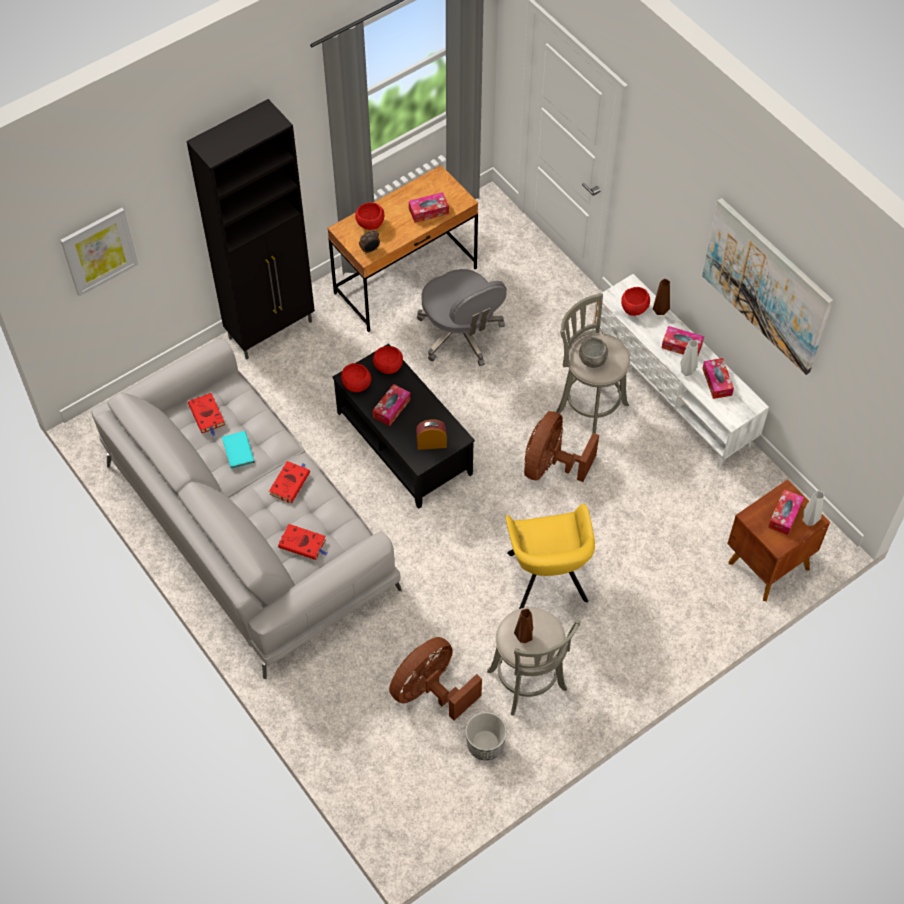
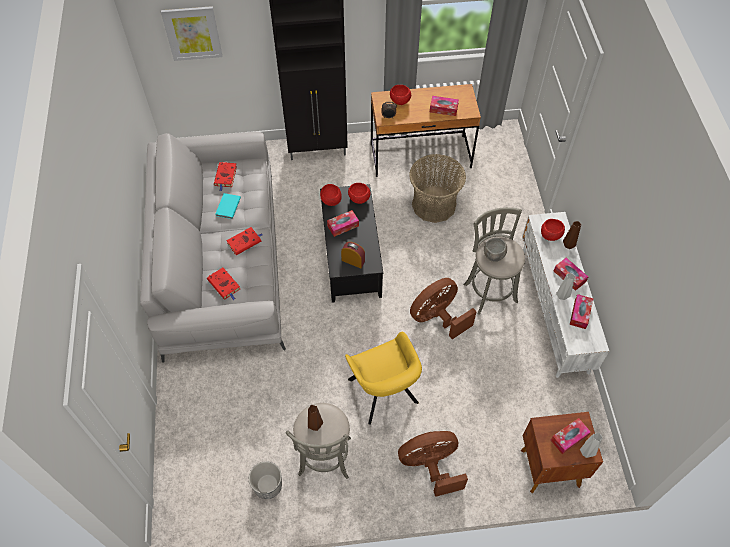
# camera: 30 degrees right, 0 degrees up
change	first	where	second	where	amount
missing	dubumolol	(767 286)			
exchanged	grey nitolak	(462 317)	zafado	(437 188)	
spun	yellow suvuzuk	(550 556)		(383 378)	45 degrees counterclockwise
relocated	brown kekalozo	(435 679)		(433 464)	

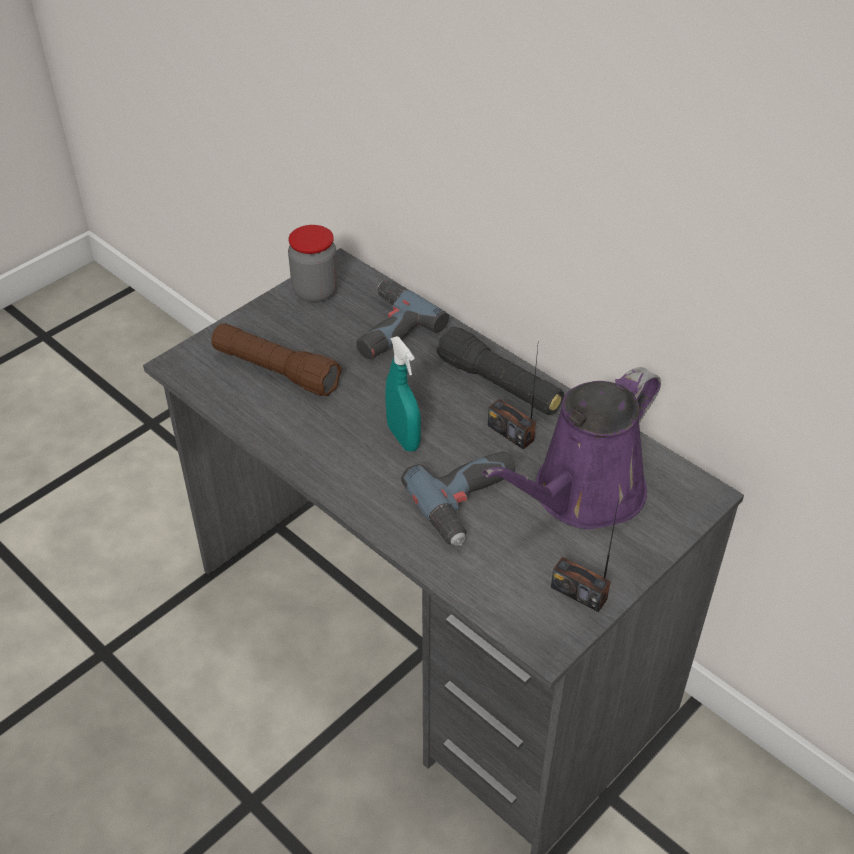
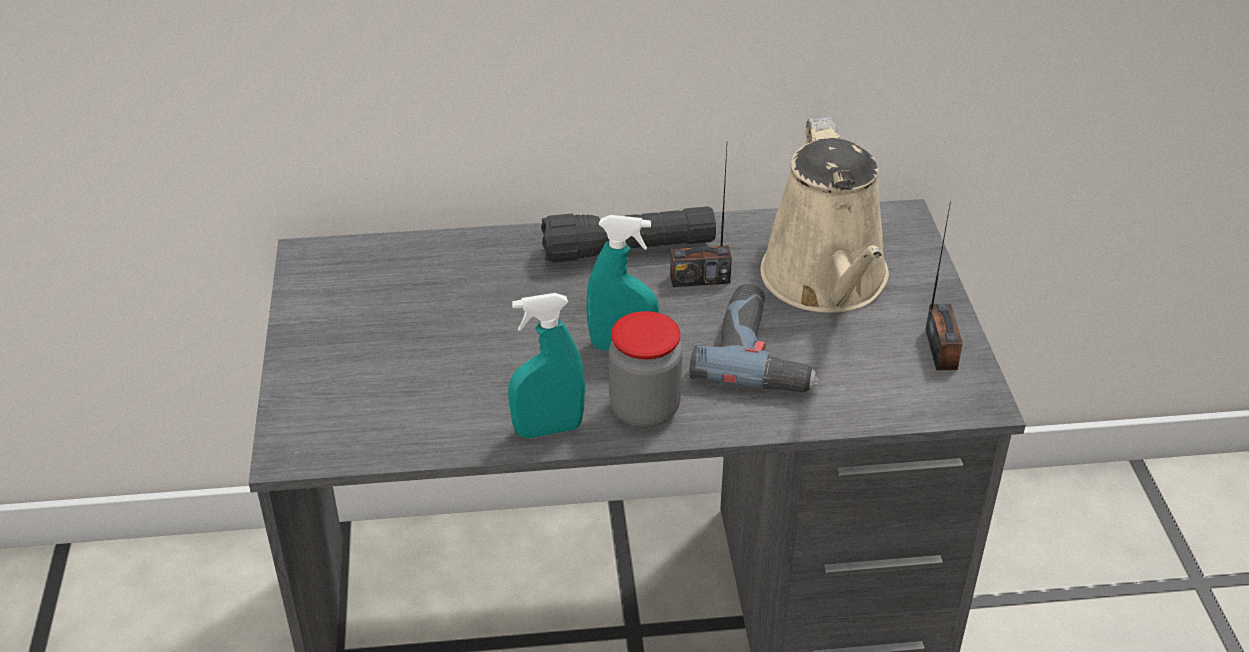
# camera: 50 degrees left, 5 degrees down
change	first	where	second	where	amount
relocated	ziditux	(313 263)		(645 369)	
missing	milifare	(402 319)			
missing	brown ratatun	(276 360)			
colour	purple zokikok	(571 448)	beige zokikok	(824 215)	
spun	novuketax	(584 557)		(944 285)	75 degrees counterclockwise
appeared			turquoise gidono	(546 366)	

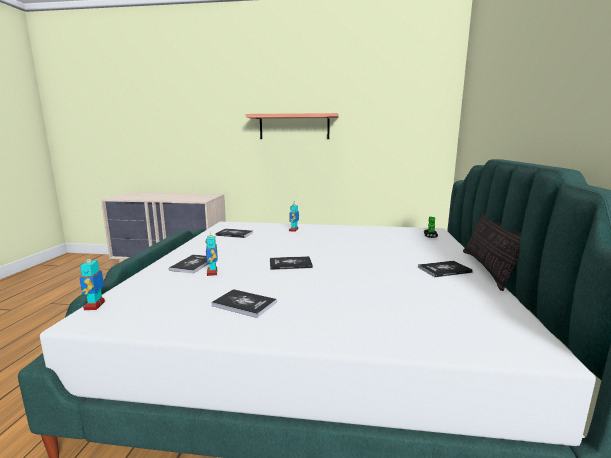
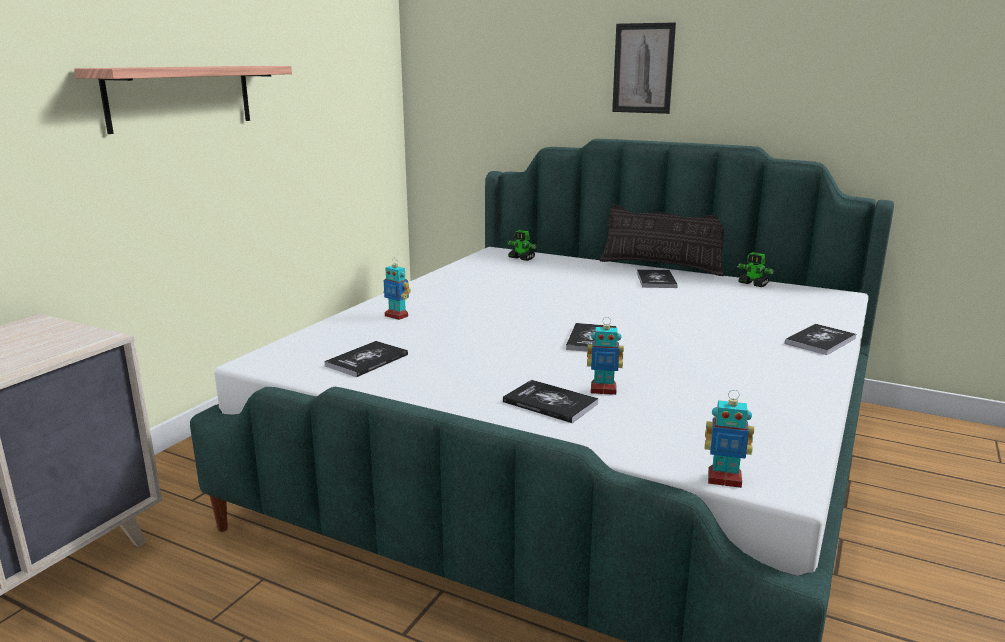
# camera: 70 degrees left, 5 degrees up
change	first	where	second	where	amount
relocated	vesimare	(244 303)		(820 339)	
appeared			dubumolol	(644 68)	
appeared			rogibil	(756 269)	

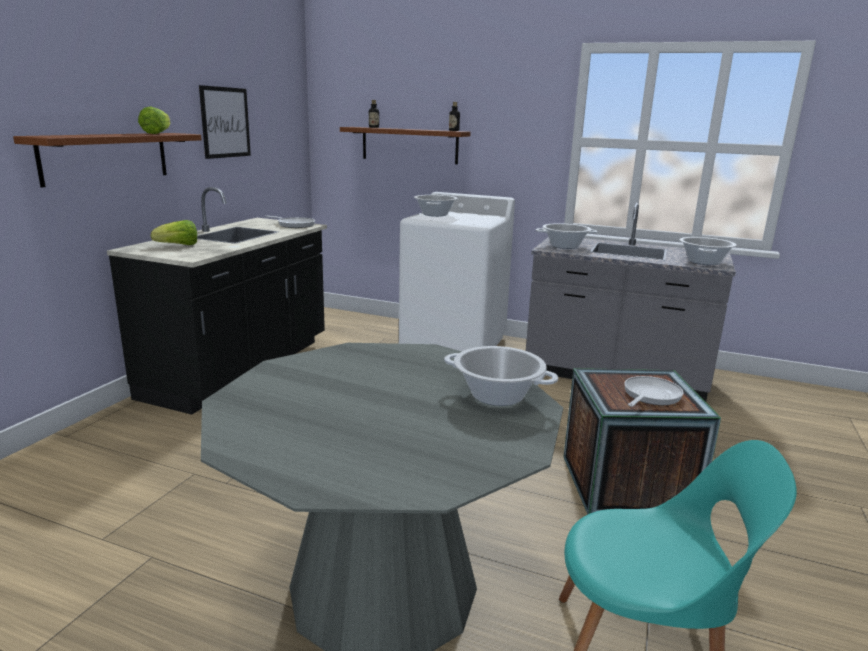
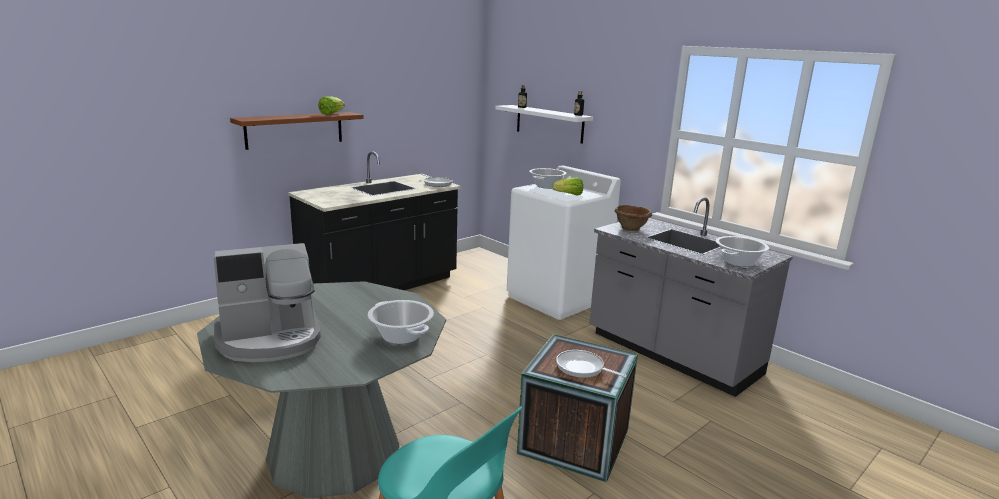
# camera: 25 degrees right, 0 degrees up
change	first	where	second	where	amount
missing	dubumolol	(225 122)			
colour	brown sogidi	(405 145)	white sogidi	(544 124)	
relocated	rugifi	(174 232)		(567 186)	
exchanged	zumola	(566 236)	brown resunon	(633 218)	
spun	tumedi	(653 391)		(591 364)	120 degrees counterclockwise
appeared			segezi	(267 302)	

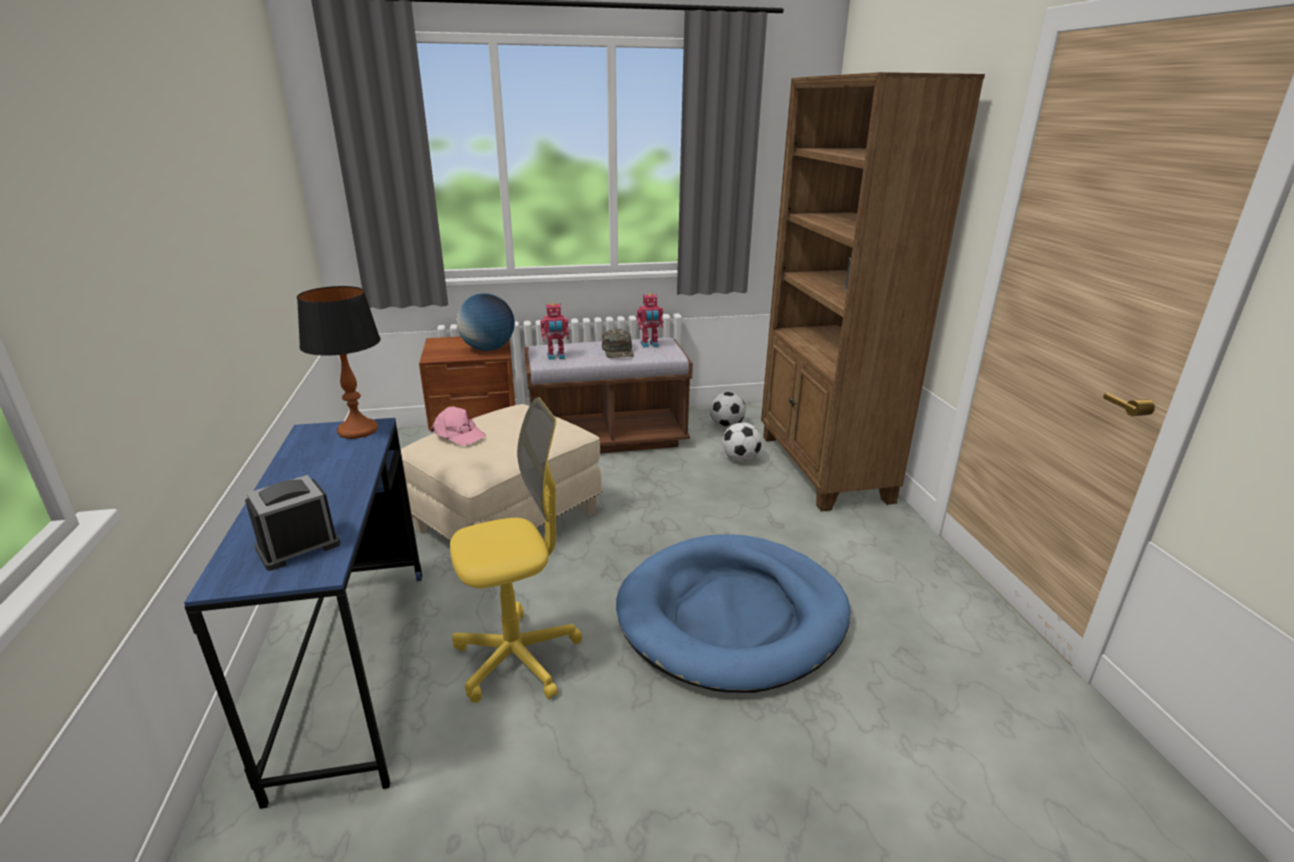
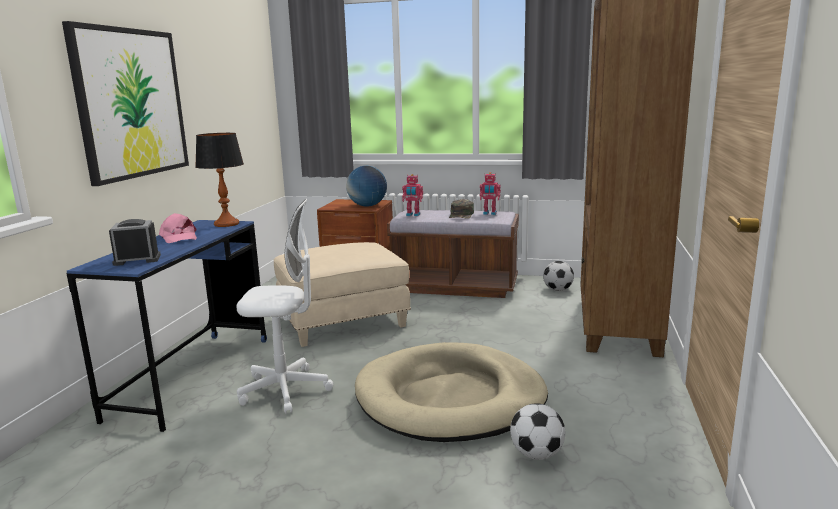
# camera: 25 degrees right, 10 degrees down
change	first	where	second	where	amount
colour	yellow nitolak	(516 550)	white nitolak	(284 306)	
relocated	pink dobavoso	(458 426)		(178 228)	
relocated	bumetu	(742 442)		(537 431)	
colour	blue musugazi	(733 613)	beige musugazi	(451 392)	
appeared			dubumolol	(125 103)	

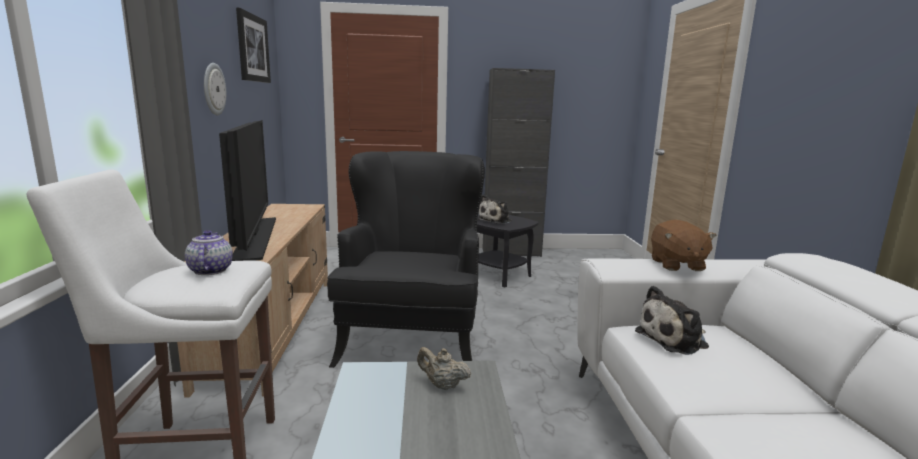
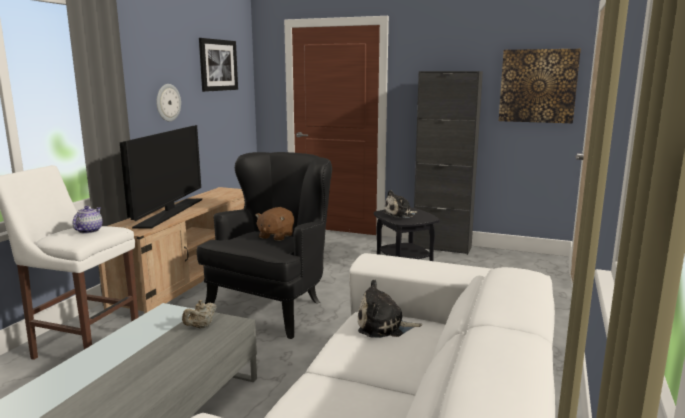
# camera: 25 degrees right, 0 degrees up
change	first	where	second	where	amount
relocated	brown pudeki	(684 245)		(274 224)	
spun	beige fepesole	(444 368)		(199 314)	105 degrees counterclockwise
appeared			dubumolol	(540 86)	

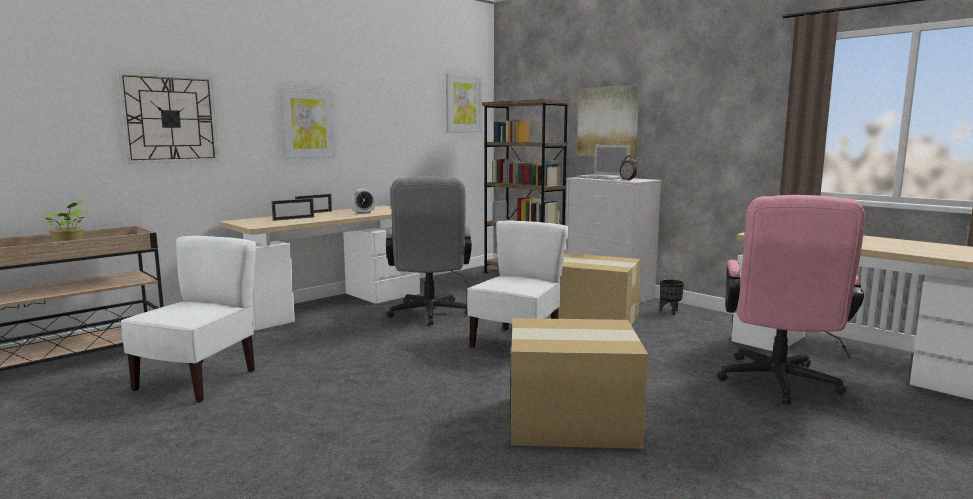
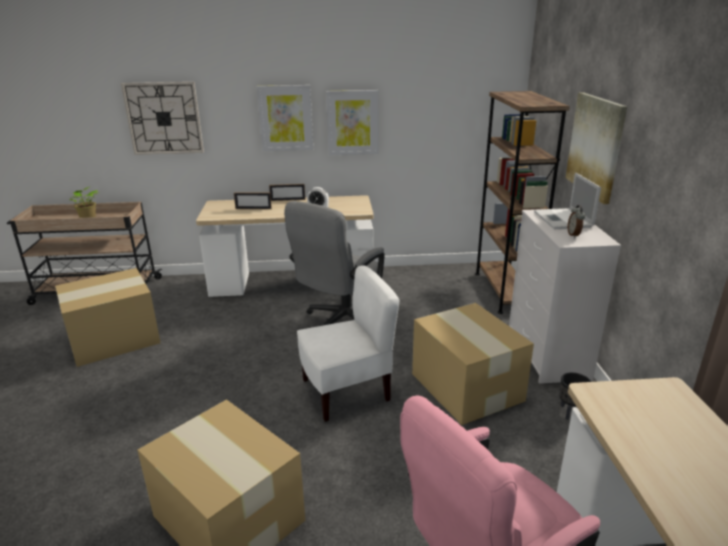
# camera: 40 degrees right, 15 degrees up
change	first	where	second	where	amount
relocated	dubumolol	(464 102)		(352 122)	
exchanged	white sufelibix	(188 319)	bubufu	(108 317)	

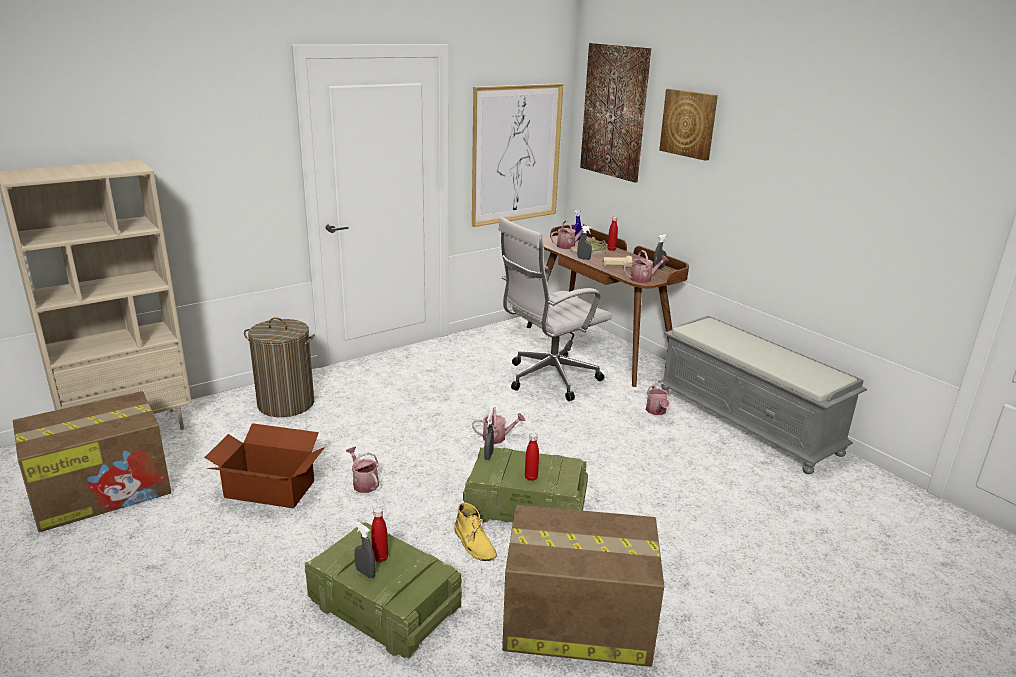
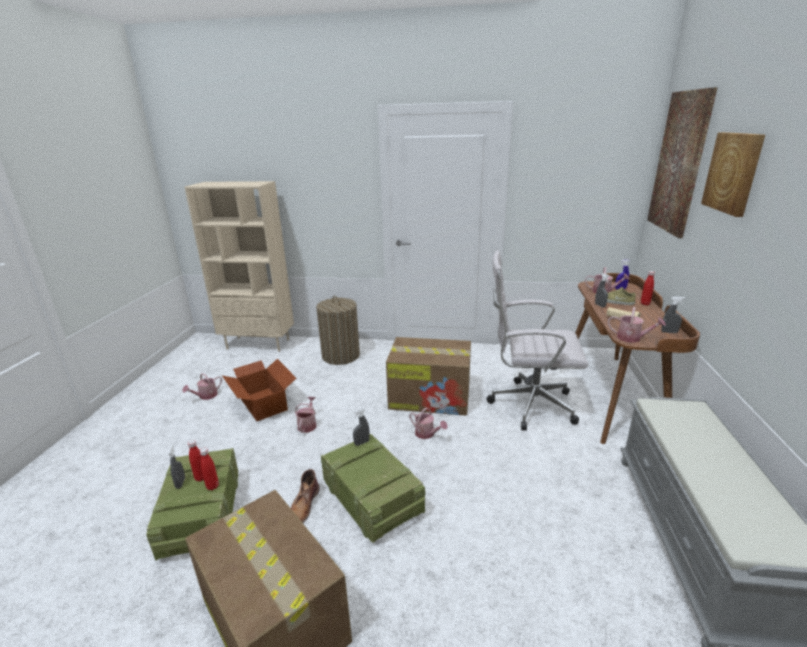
# camera: 45 degrees right, 0 degrees up
change	first	where	second	where	amount
missing	dubumolol	(517 155)			
relocated	zokikok	(658 399)		(202 386)	
relocated	bubufu	(92 461)		(428 376)	
relocated	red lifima	(532 457)		(209 469)	
colour	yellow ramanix	(475 531)	brown ramanix	(305 496)	

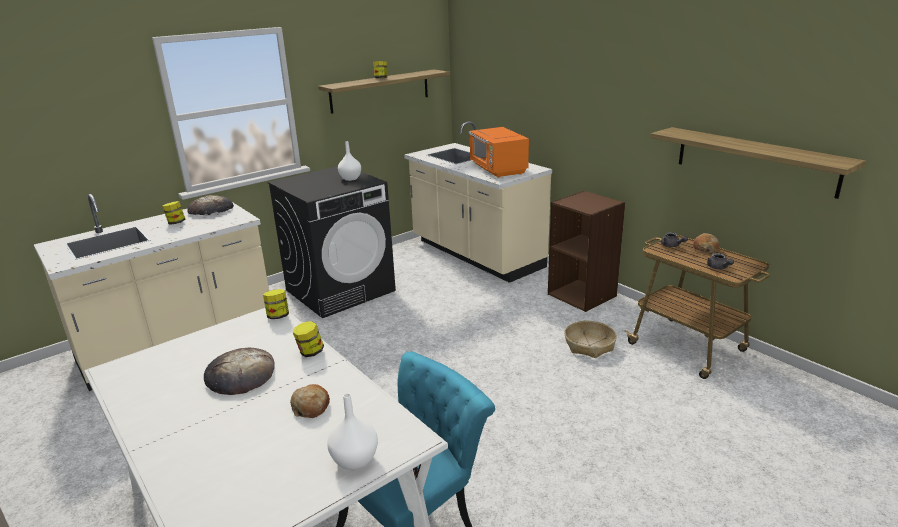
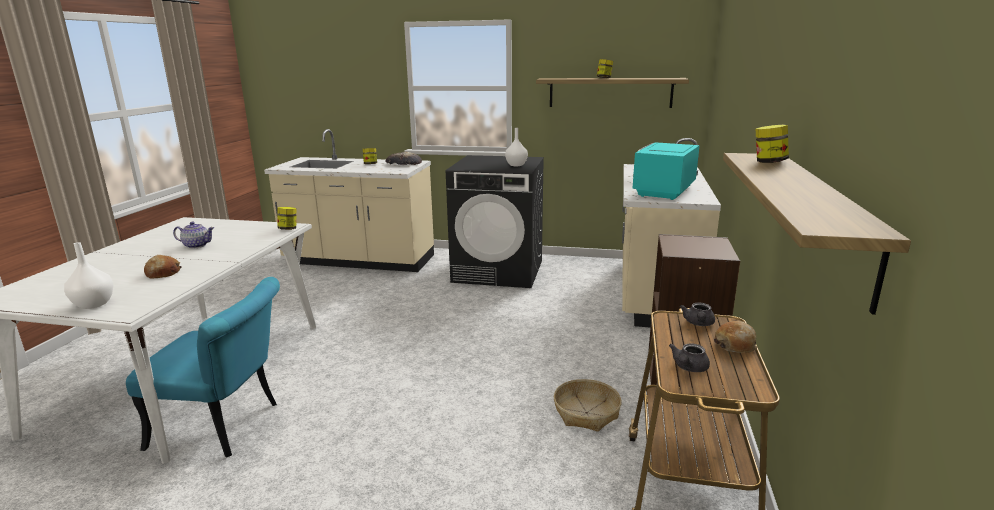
# camera: 50 degrees right, 5 degrees down
change	first	where	second	where	amount
colour	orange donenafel	(499 152)	turquoise donenafel	(666 171)	
relocated	ziditux	(308 339)		(772 143)	
exchanged	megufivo	(239 371)	fepesole	(193 235)	

